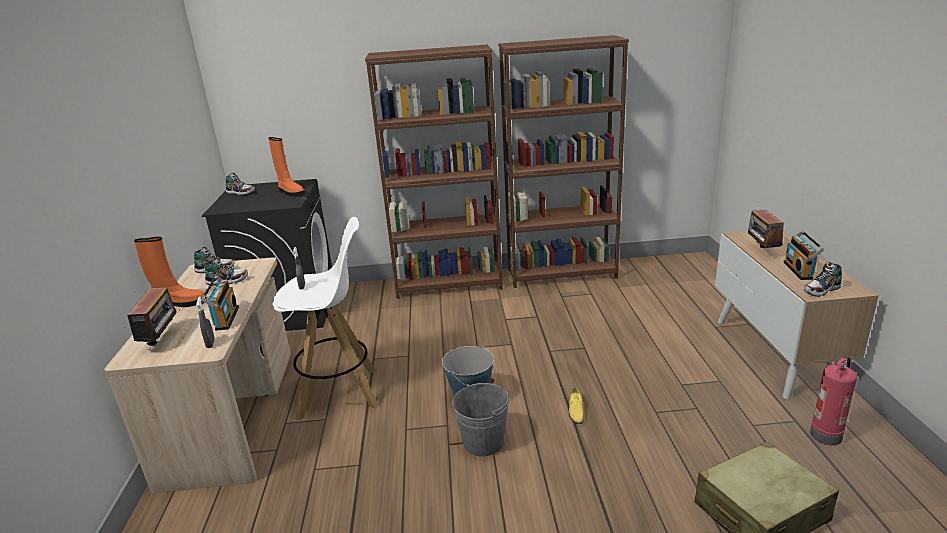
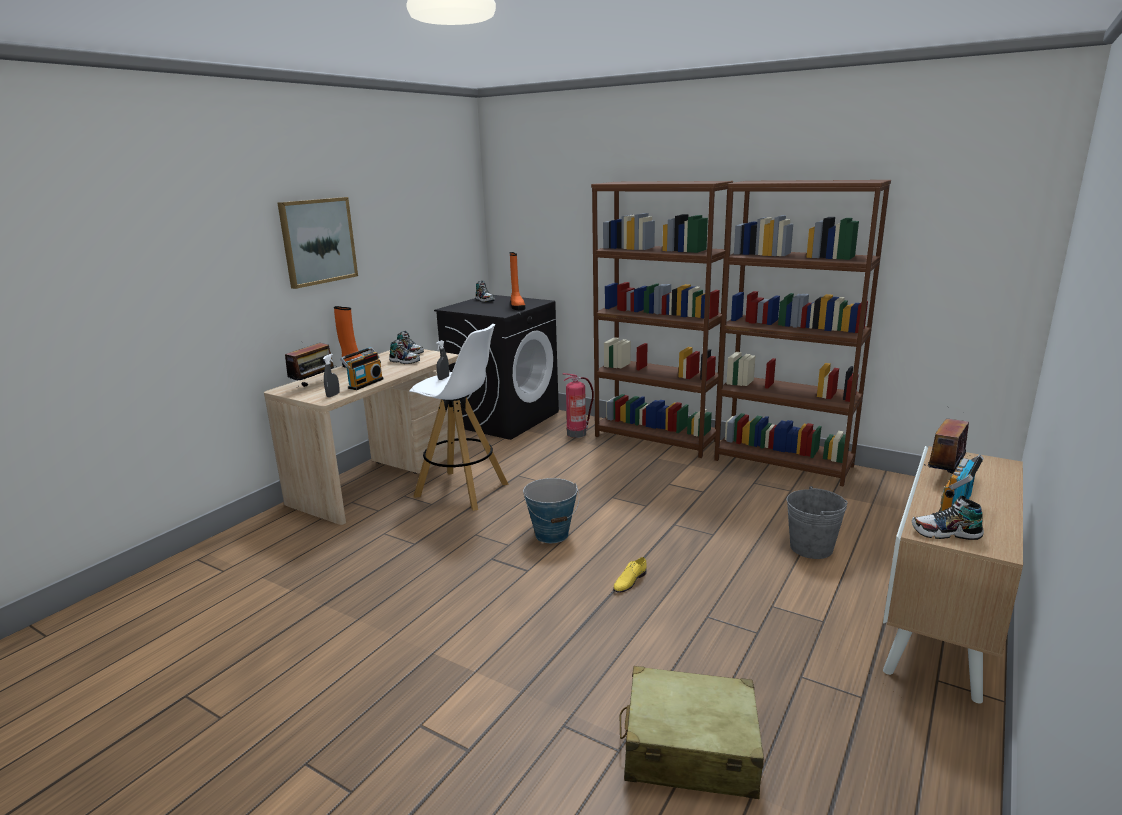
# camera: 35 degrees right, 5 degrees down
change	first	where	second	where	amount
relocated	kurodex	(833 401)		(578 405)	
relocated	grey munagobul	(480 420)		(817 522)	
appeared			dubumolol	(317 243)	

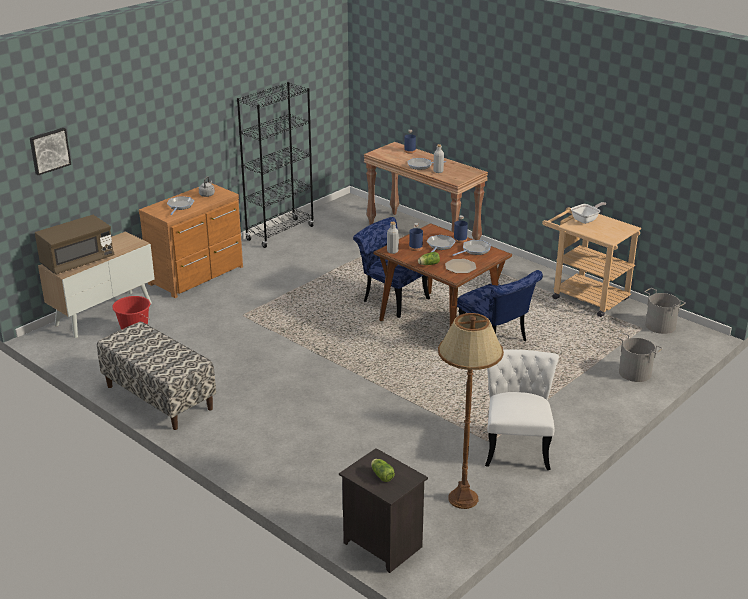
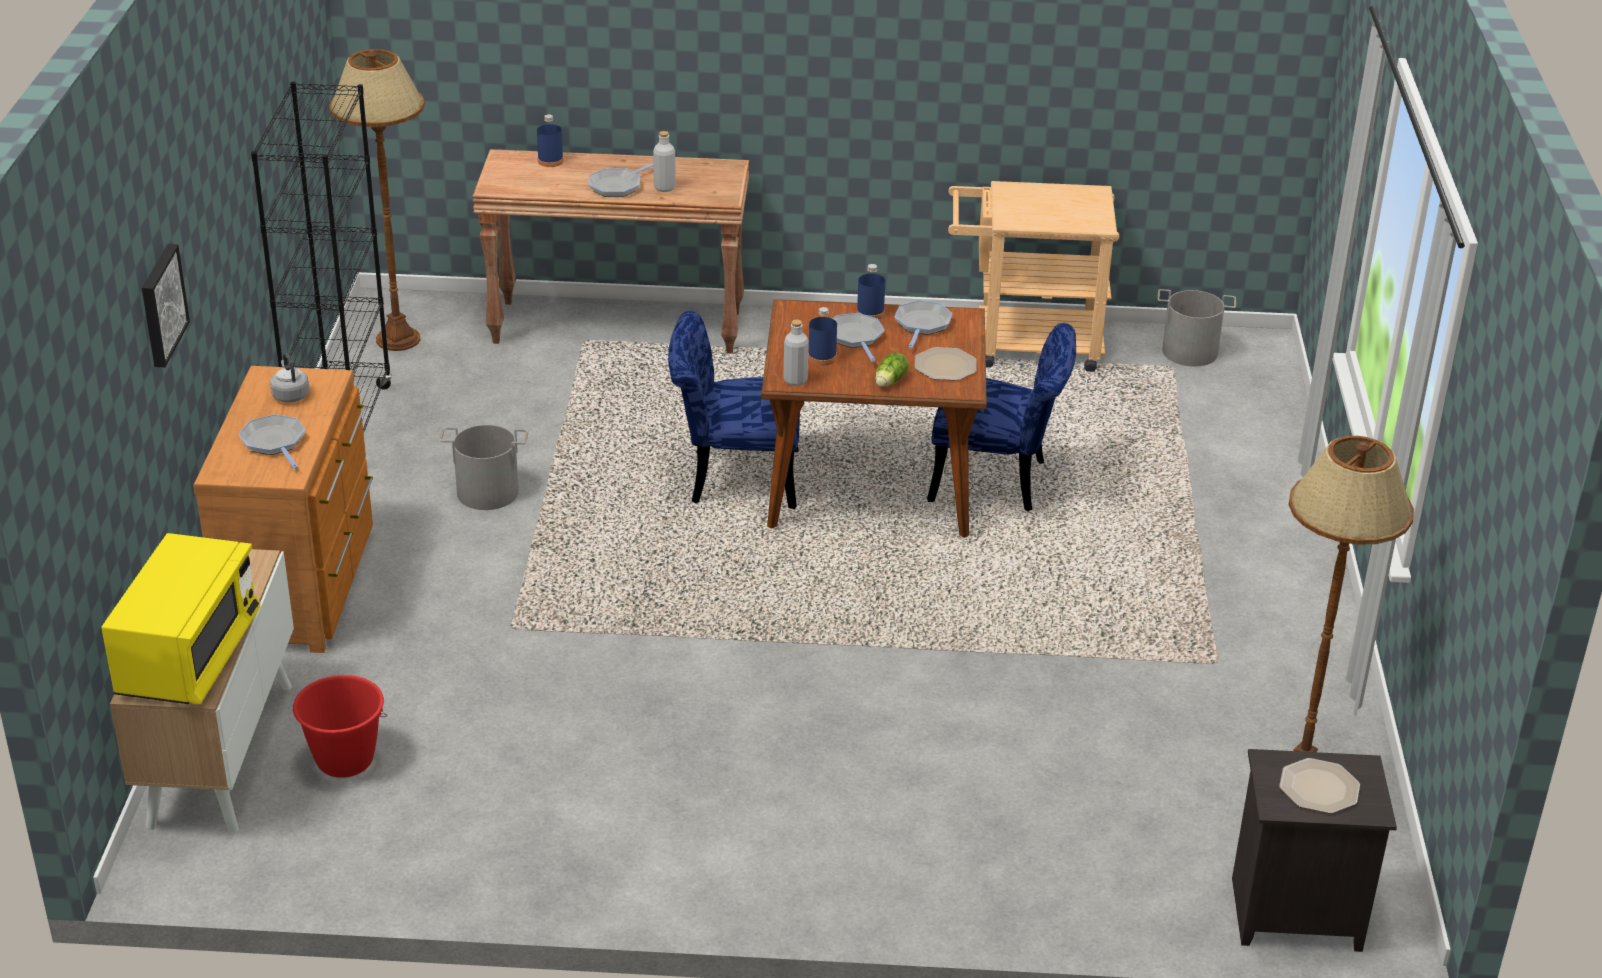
# camera: 40 degrees left, 5 degrees up
change	first	where	second	where	amount
relocated	dubumolol	(50 151)		(166 305)	
missing	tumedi	(588 213)			
colour	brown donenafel	(74 244)	yellow donenafel	(181 618)	
missing	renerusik	(156 376)			
relocated	grey munagobul	(640 357)		(484 467)	
missing	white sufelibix	(522 409)			
exchanged	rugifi	(383 470)	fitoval	(1319 785)	
appeared			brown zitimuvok	(377 200)	

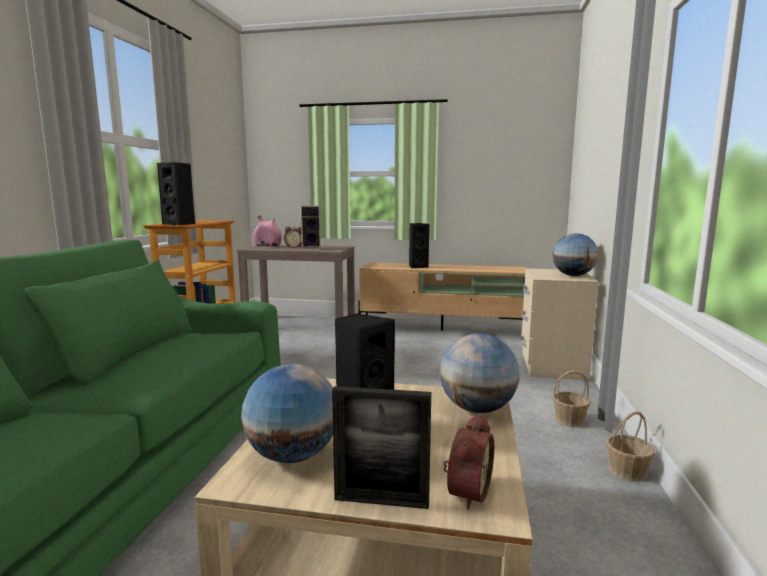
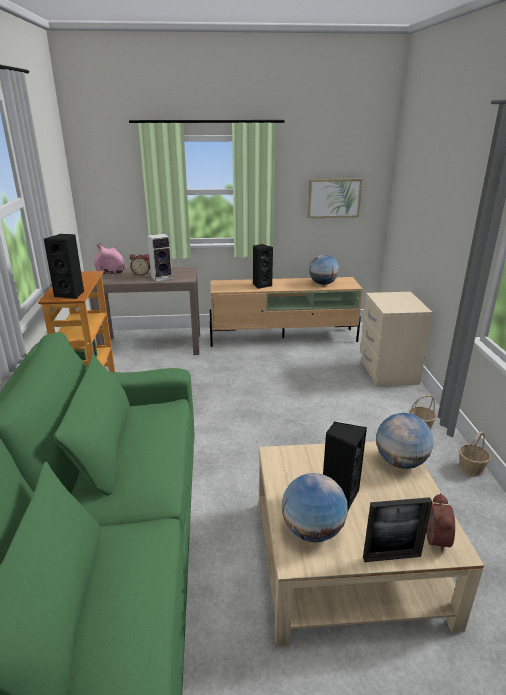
# camera: 15 degrees left, 15 degrees up
change	first	where	second	where	amount
relocated	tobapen	(575 254)		(324 270)	
appeared			dubumolol	(334 198)	

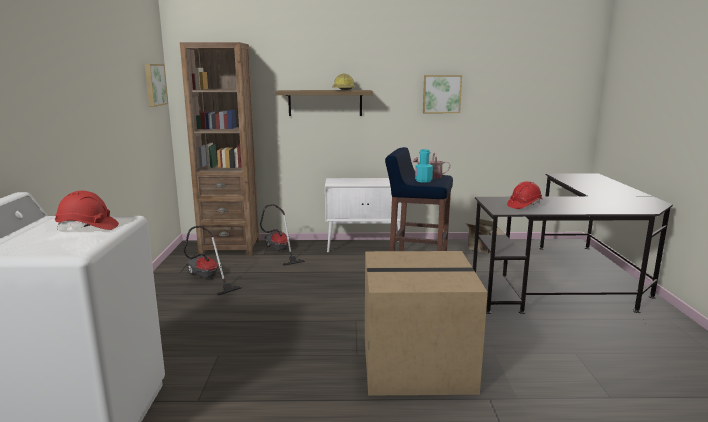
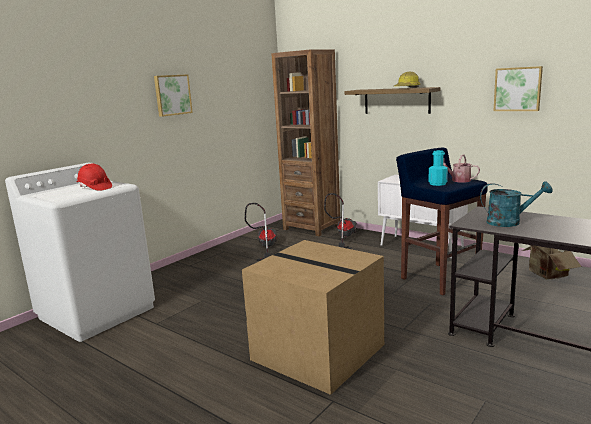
# camera: 40 degrees right, 0 degrees up
change	first	where	second	where	amount
relocated	dubumolol	(156 85)		(173 95)	
exchanged	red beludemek	(525 195)	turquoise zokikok	(516 204)	

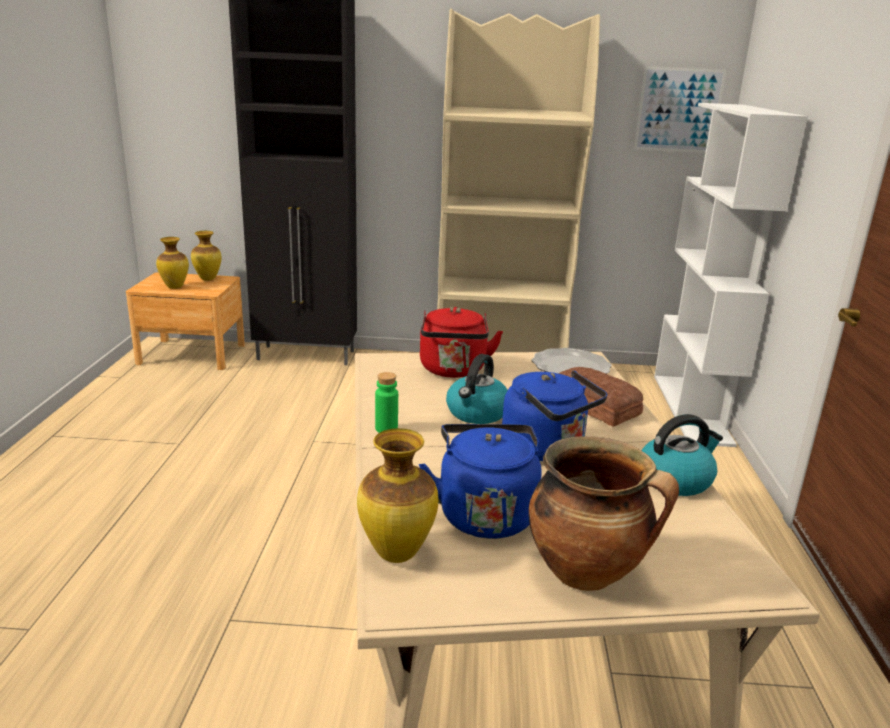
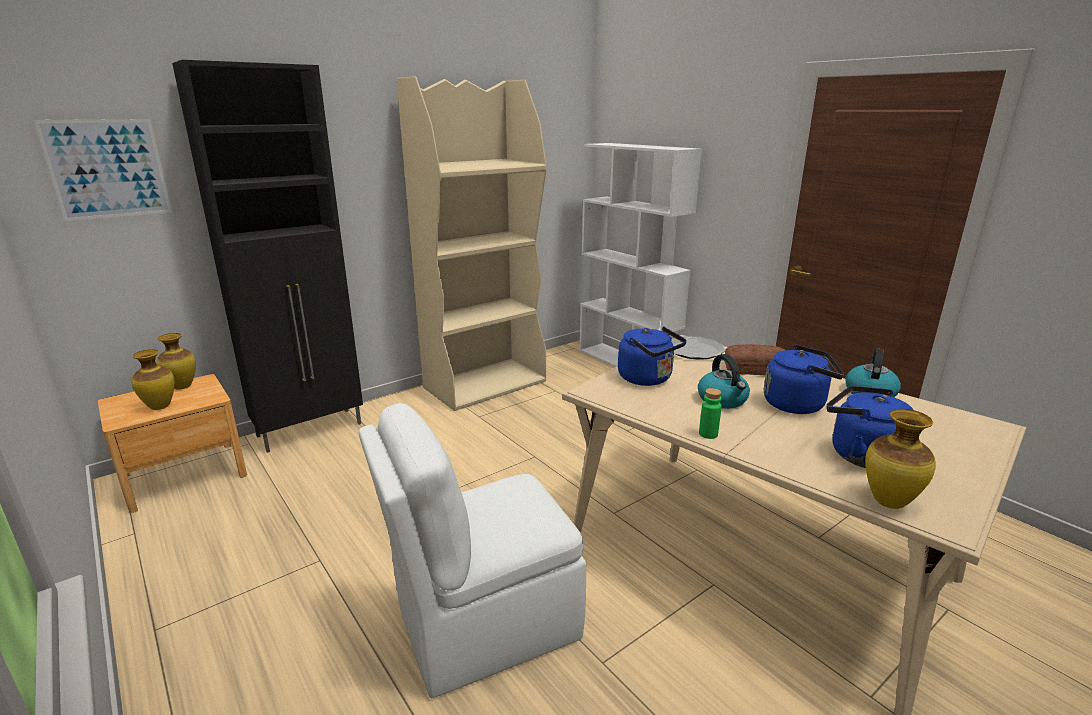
# camera: 40 degrees left, 0 degrees up
change	first	where	second	where	amount
relocated	dubumolol	(680 109)		(103 170)	
colour	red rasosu	(461 342)	blue rasosu	(652 356)	
missing	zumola	(604 513)			
appeared			white sufelibix	(472 550)	

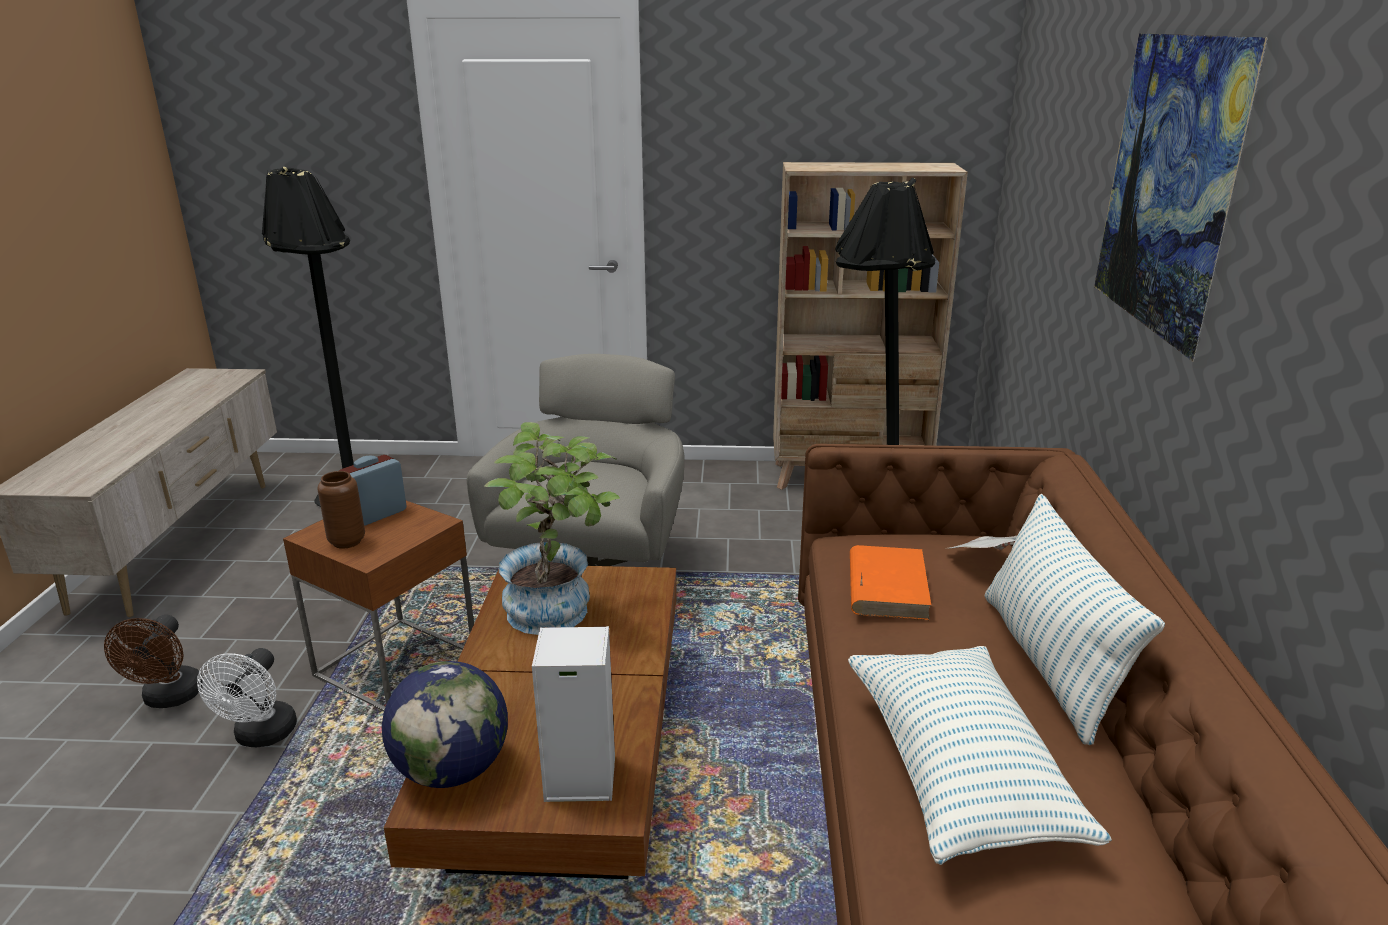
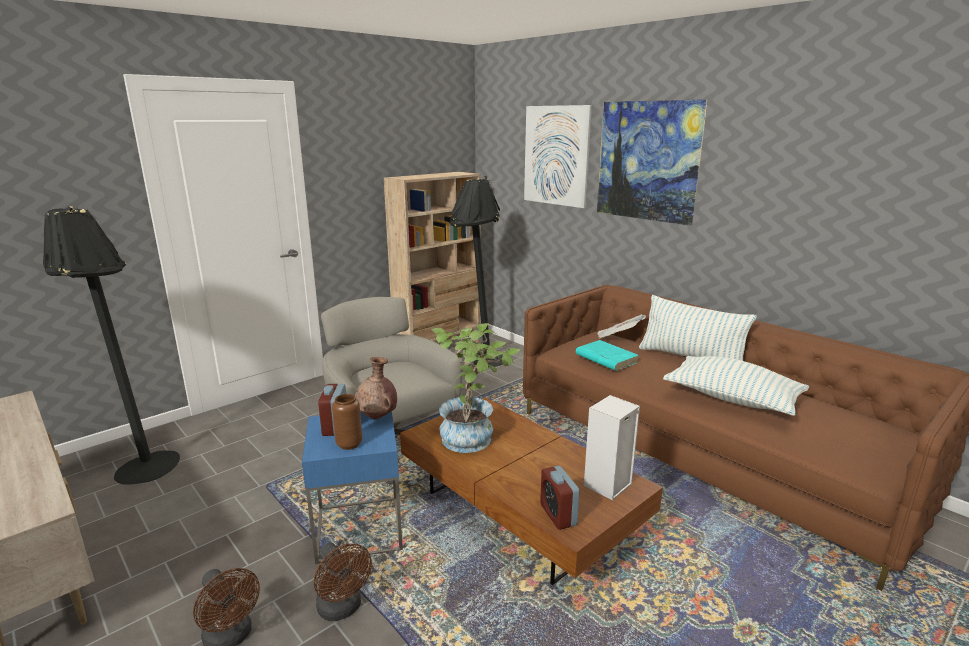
# camera: 45 degrees left, 5 degrees down
change	first	where	second	where	amount
colour	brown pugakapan	(378 606)	blue pugakapan	(352 487)	
colour	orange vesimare	(891 582)	turquoise vesimare	(607 355)	
colour	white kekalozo	(247 697)	brown kekalozo	(343 582)	
exchanged	tobapen	(445 724)	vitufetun	(560 498)	
appeared			dubumolol	(558 156)	
appeared			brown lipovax	(376 388)	

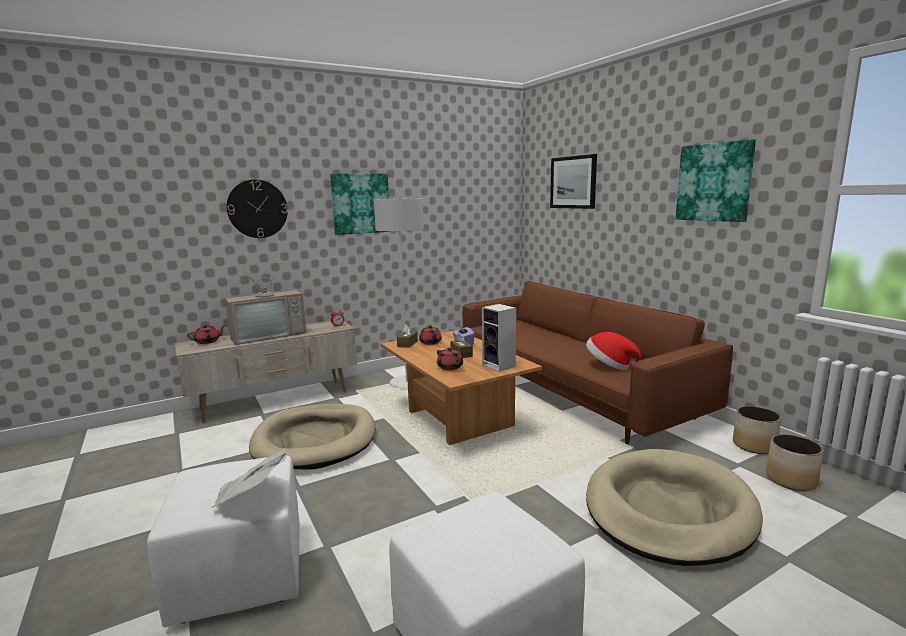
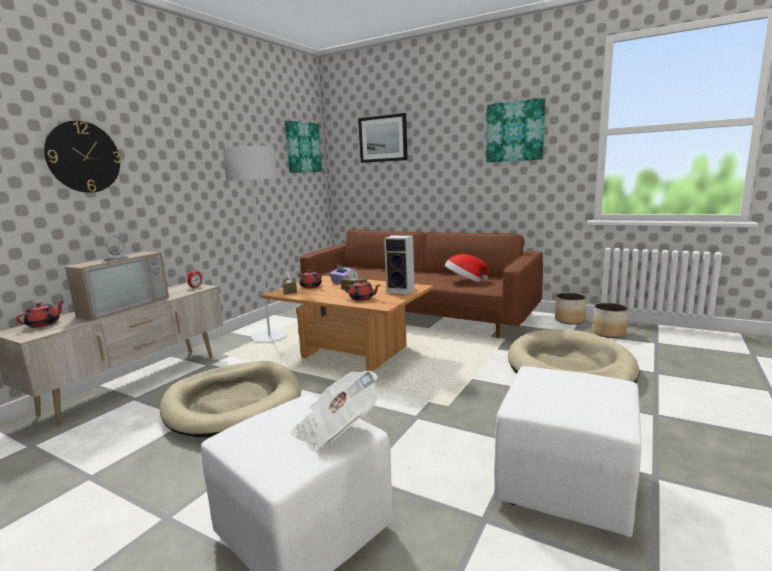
# camera: 30 degrees left, 0 degrees up
change	first	where	second	where	amount
relocated	dubumolol	(360 204)		(303 146)	

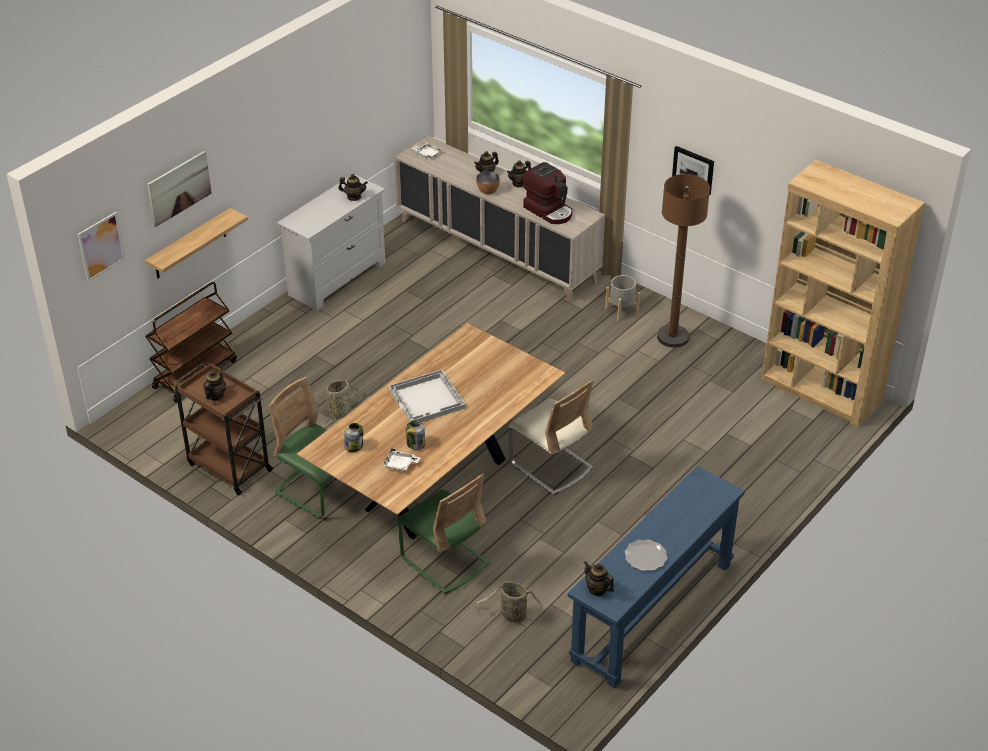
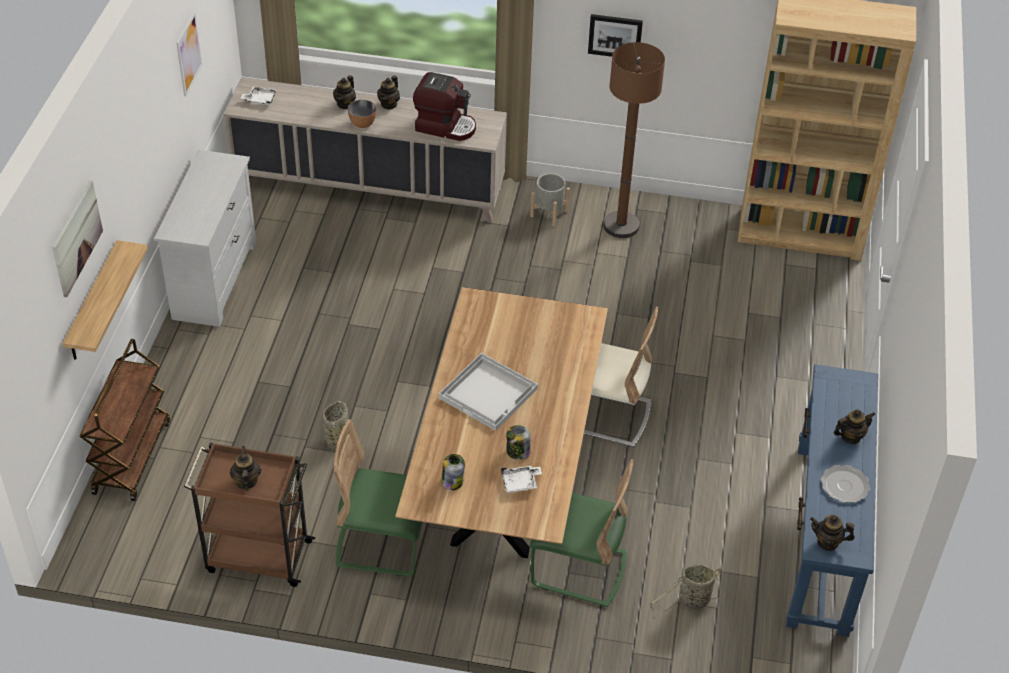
# camera: 30 degrees left, 5 degrees up
change	first	where	second	where	amount
relocated	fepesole	(353 187)		(855 426)	
relocated	dubumolol	(102 247)		(189 54)	

